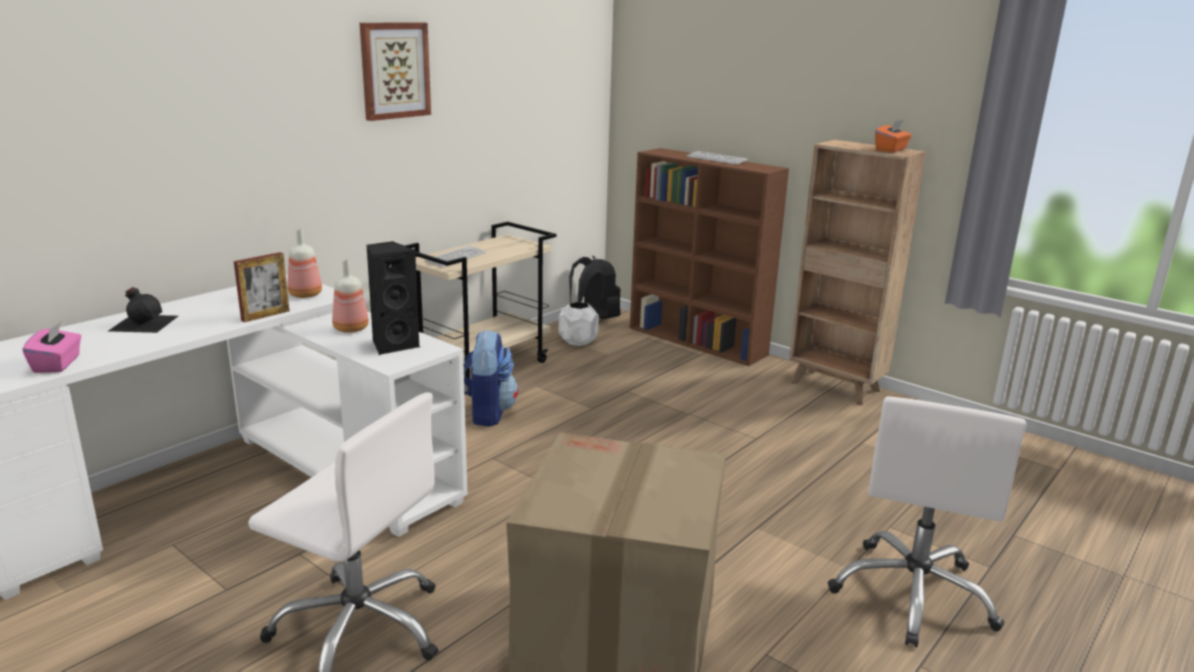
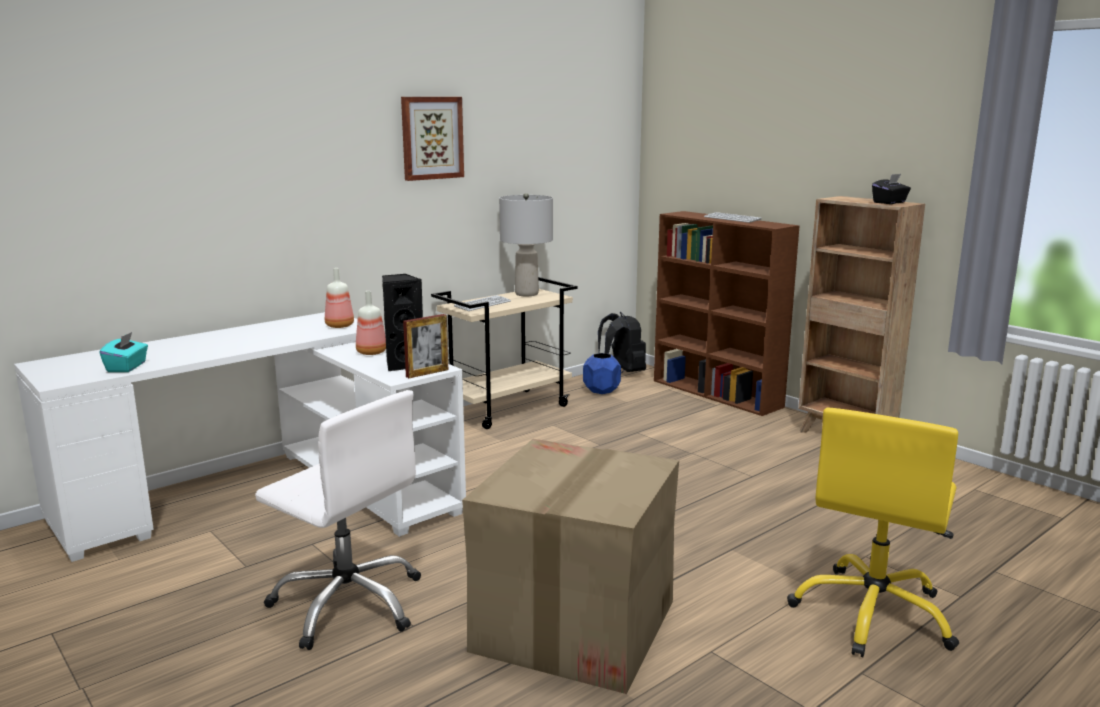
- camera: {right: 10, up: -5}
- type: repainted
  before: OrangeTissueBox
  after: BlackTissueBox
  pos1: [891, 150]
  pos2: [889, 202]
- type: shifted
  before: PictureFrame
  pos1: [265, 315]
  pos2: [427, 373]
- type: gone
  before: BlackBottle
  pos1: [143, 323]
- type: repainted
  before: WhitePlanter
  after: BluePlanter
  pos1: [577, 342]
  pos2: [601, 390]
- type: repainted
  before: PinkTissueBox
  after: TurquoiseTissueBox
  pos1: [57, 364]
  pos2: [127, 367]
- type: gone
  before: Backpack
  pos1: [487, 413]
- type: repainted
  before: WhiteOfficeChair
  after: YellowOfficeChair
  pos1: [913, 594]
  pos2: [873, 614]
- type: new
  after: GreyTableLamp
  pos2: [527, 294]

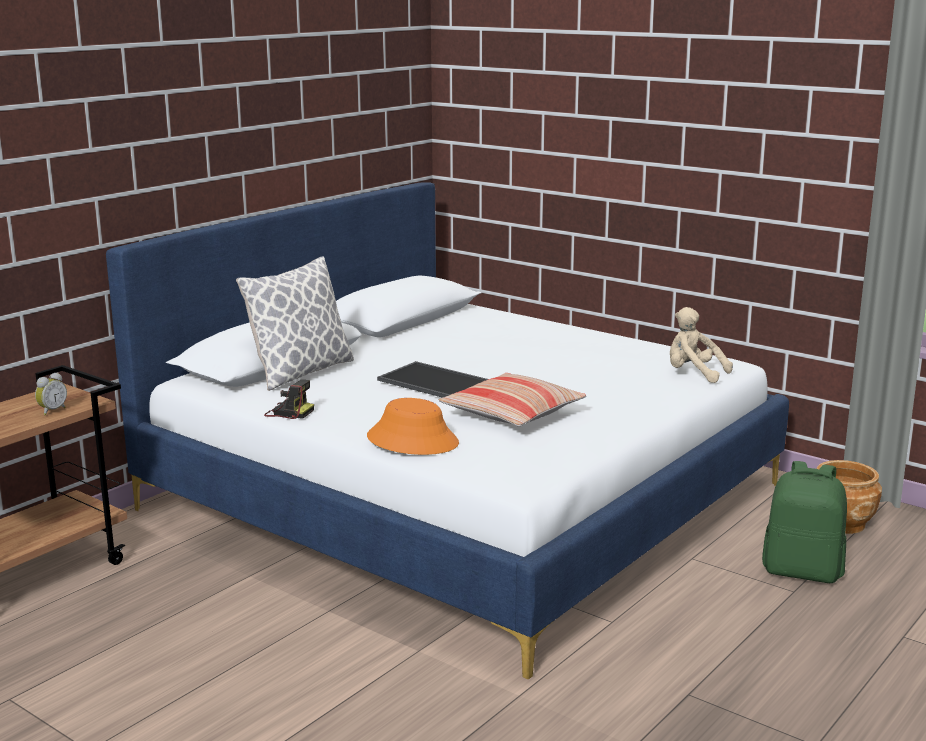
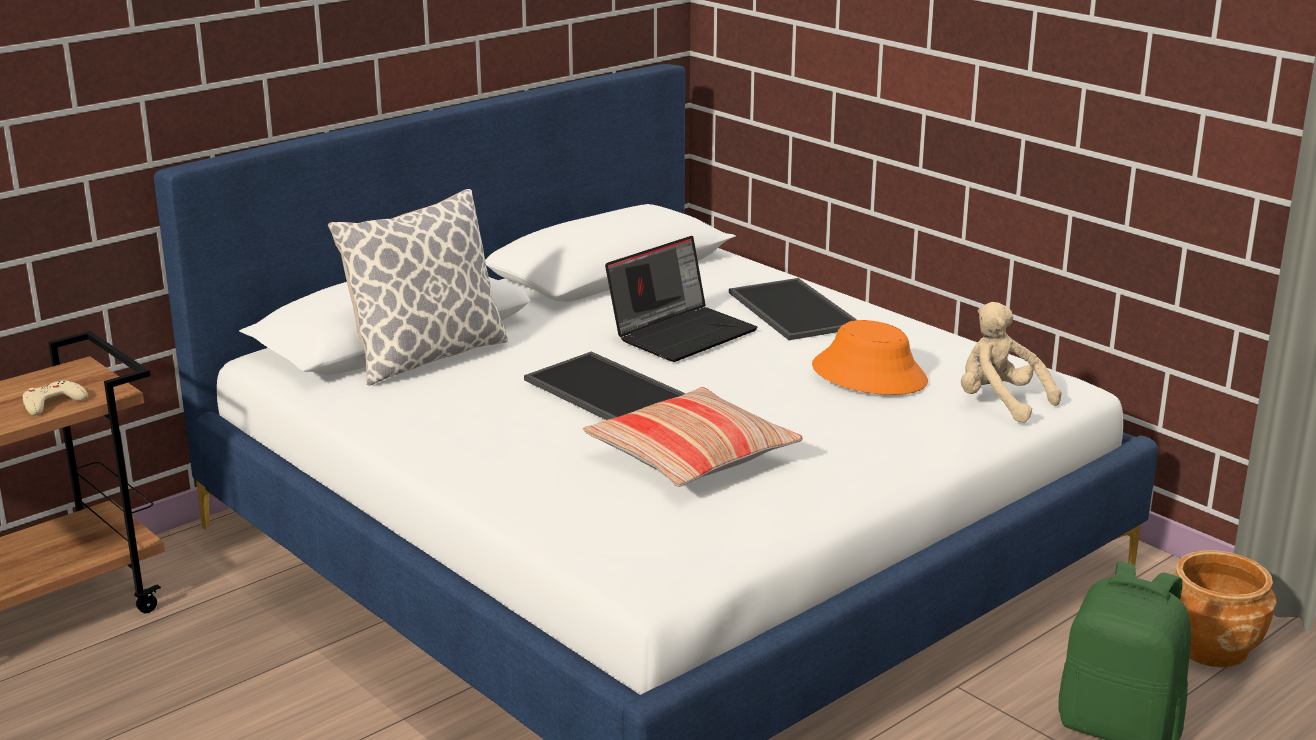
- camera: {right: 10, up: 5}
- type: swapped
  before: AlarmClock
  after: BeigeGameController
  pos1: [52, 411]
  pos2: [52, 403]
- type: gone
  before: PhotoCamera
  pos1: [288, 412]
- type: shifted
  before: OrangeHat
  pos1: [413, 440]
  pos2: [869, 374]
- type: new
  after: Laptop
  pos2: [682, 333]
- type: new
  after: Tray
  pos2: [790, 309]

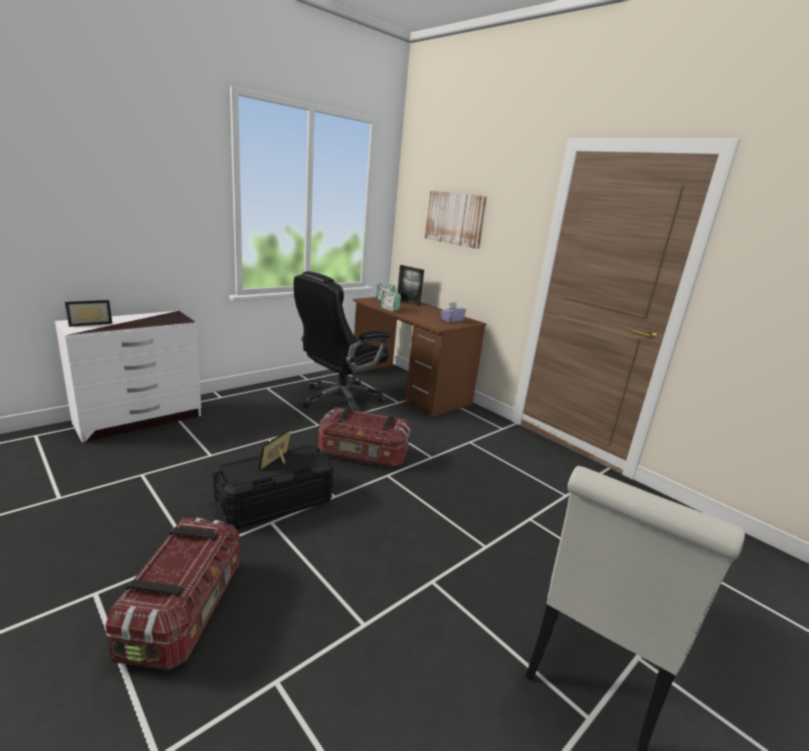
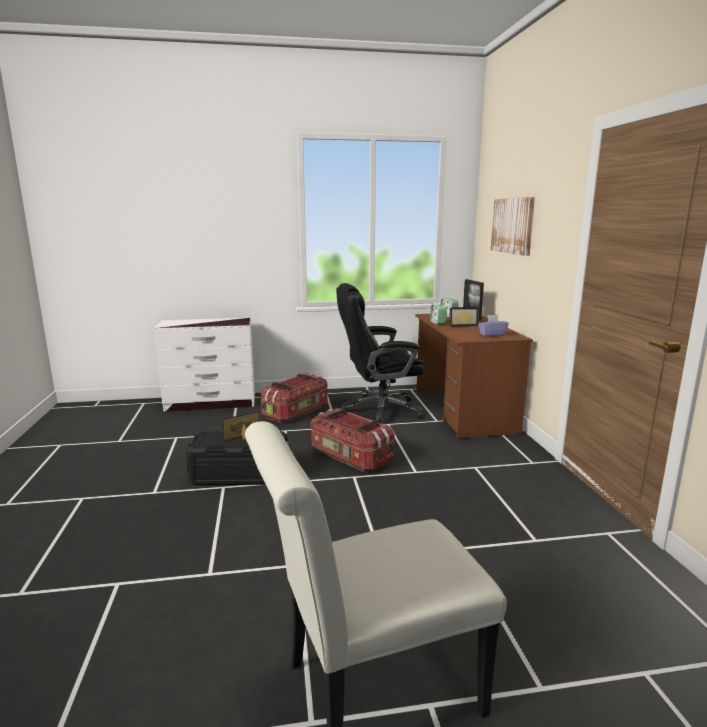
- camera: {right: 35, up: -5}
- type: shifted
  before: PictureFrame
  pos1: [90, 323]
  pos2: [462, 325]
- type: shifted
  before: StorageBox
  pos1: [185, 610]
  pos2: [297, 412]

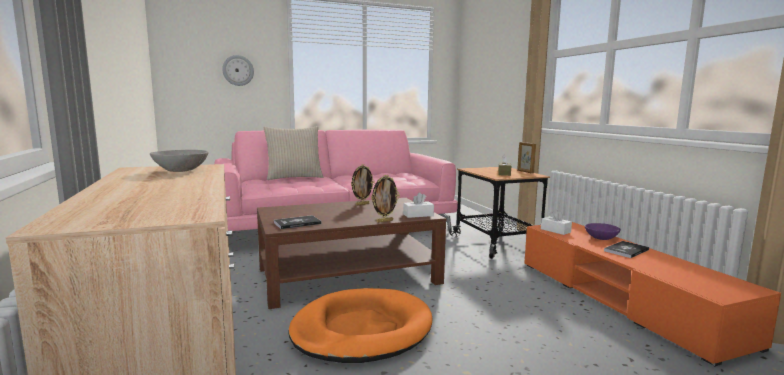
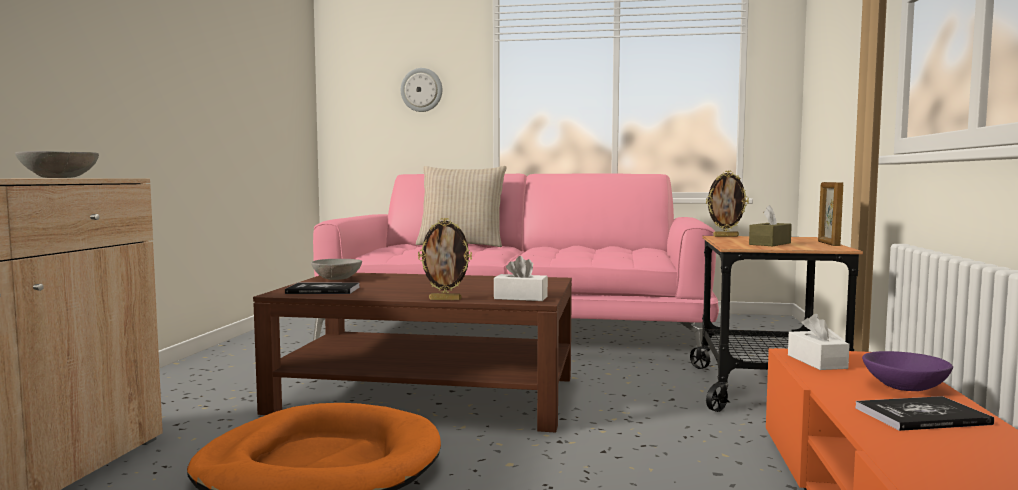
- camera: {right: 30, up: -5}
- type: shifted
  before: PictureFrame
  pos1: [362, 204]
  pos2: [725, 236]
- type: new
  after: GreyBowl
  pos2: [336, 279]

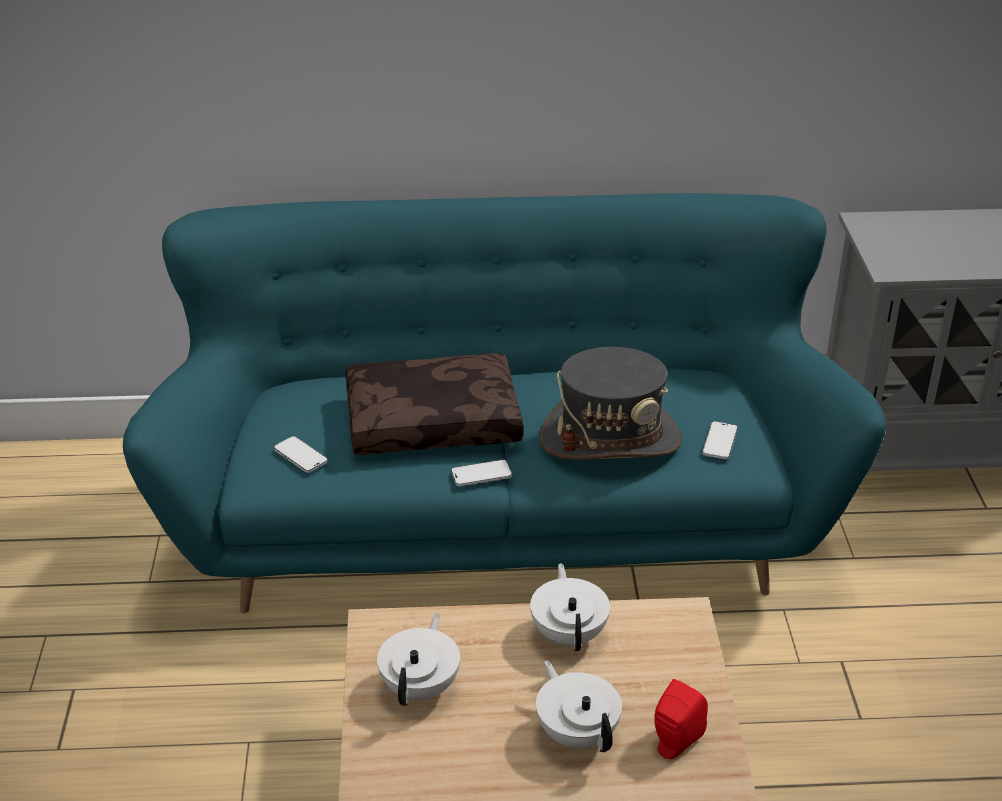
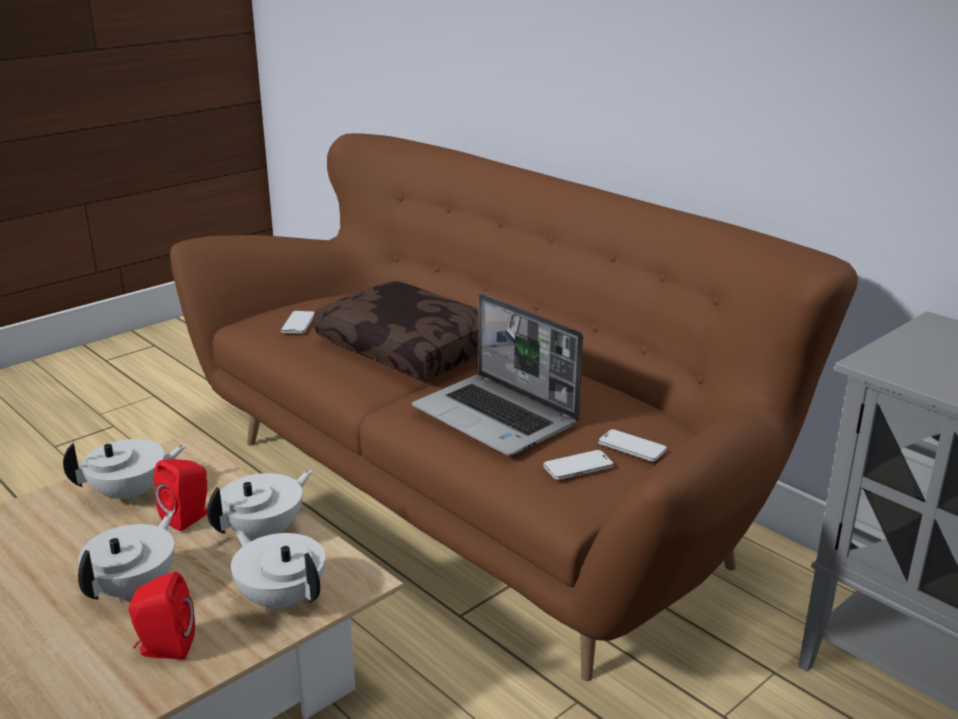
- camera: {right: 50, up: -10}
- type: repainted
  before: TurquoiseSofa
  after: BrownSofa
  pos1: [500, 523]
  pos2: [478, 495]
- type: swapped
  before: GreyHat
  after: Laptop
  pos1: [610, 439]
  pos2: [497, 417]
- type: shifted
  before: Phone
  pos1: [481, 475]
  pos2: [632, 447]
- type: new
  after: RedSpeaker
  pos2: [189, 517]
- type: new
  after: WhiteTeapot
  pos2: [282, 598]

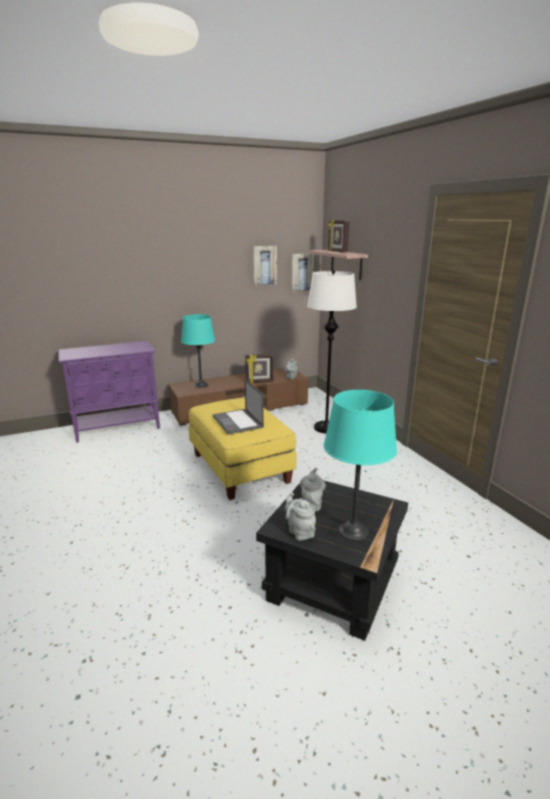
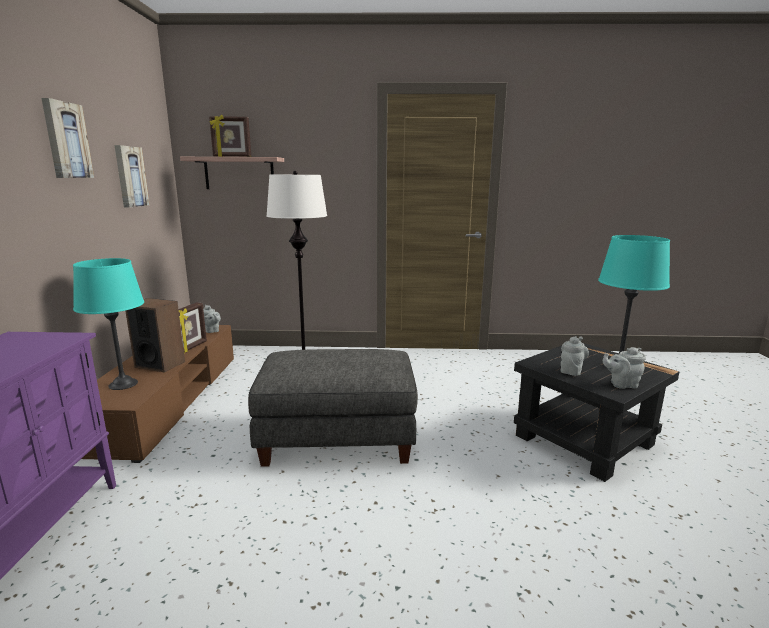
- camera: {right: -65, up: -5}
- type: shifted
  before: Picture
  pos1: [301, 272]
  pos2: [66, 140]
- type: gone
  before: Laptop
  pos1: [238, 422]
- type: repainted
  before: YellowOttoman
  after: GreyOttoman
  pos1: [241, 468]
  pos2: [338, 438]
- type: rotated
  before: GreyTeapot
  pos1: [312, 503]
  pos2: [571, 370]
  turn: 90
- type: new
  after: Speaker
  pos2: [160, 364]

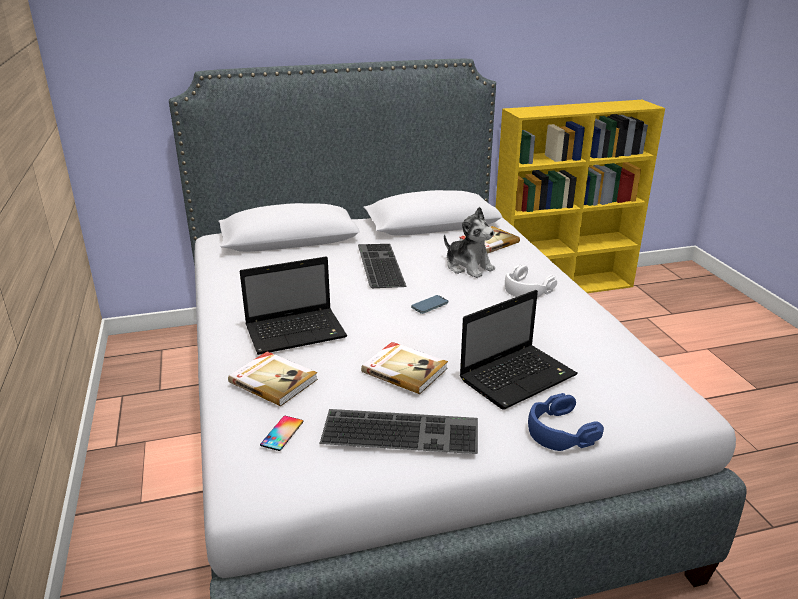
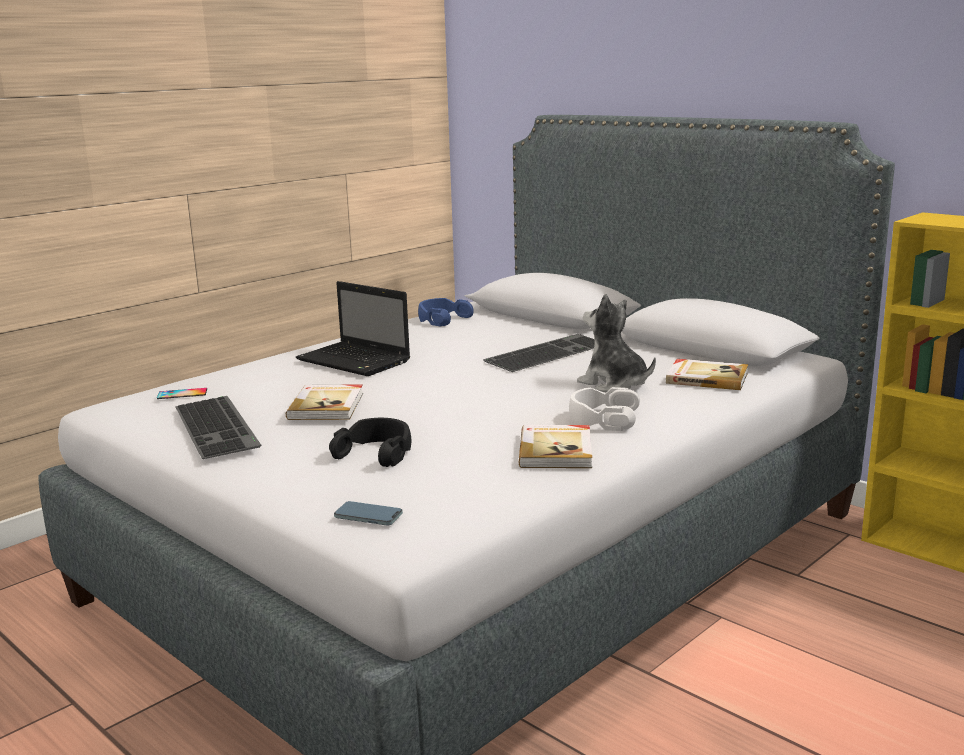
- camera: {right: 60, up: -10}
- type: rotated
  before: PlushToy
  pos1: [468, 267]
  pos2: [614, 384]
  turn: 120
- type: swapped
  before: Laptop
  after: BlackHeadphones
  pos1: [519, 376]
  pos2: [376, 453]
- type: shifted
  before: Phone
  pos1: [429, 306]
  pos2: [368, 517]
- type: shifted
  before: Book
  pos1: [273, 380]
  pos2: [557, 450]
- type: shifted
  before: BlueHeadphones
  pos1: [559, 431]
  pos2: [442, 319]

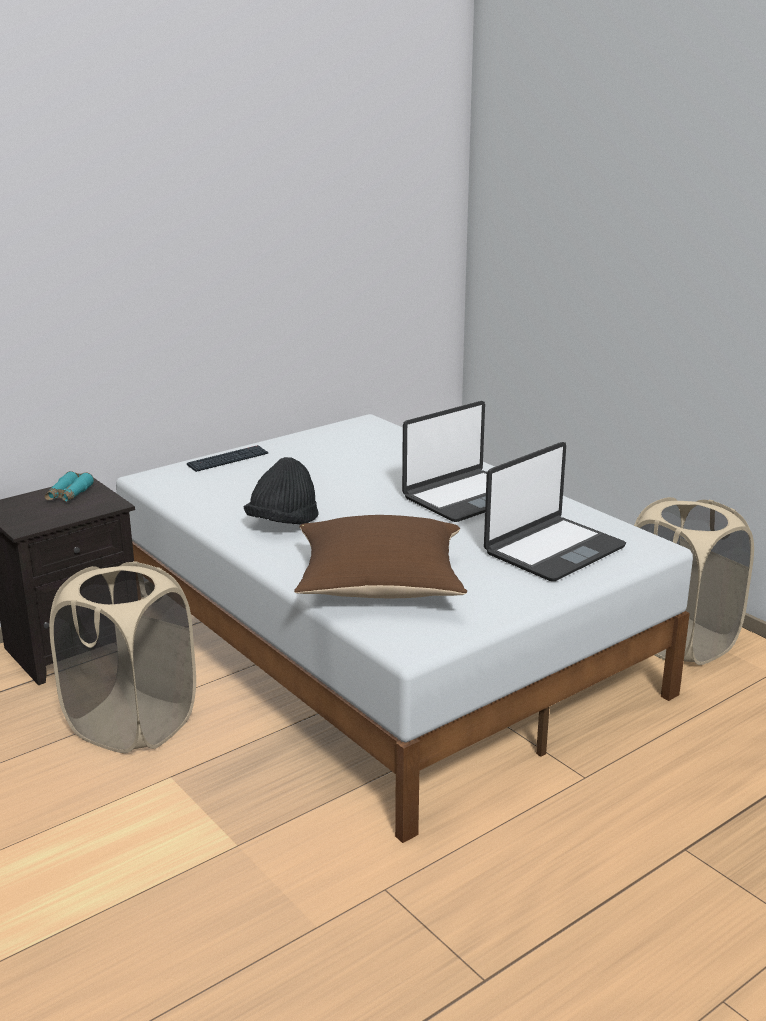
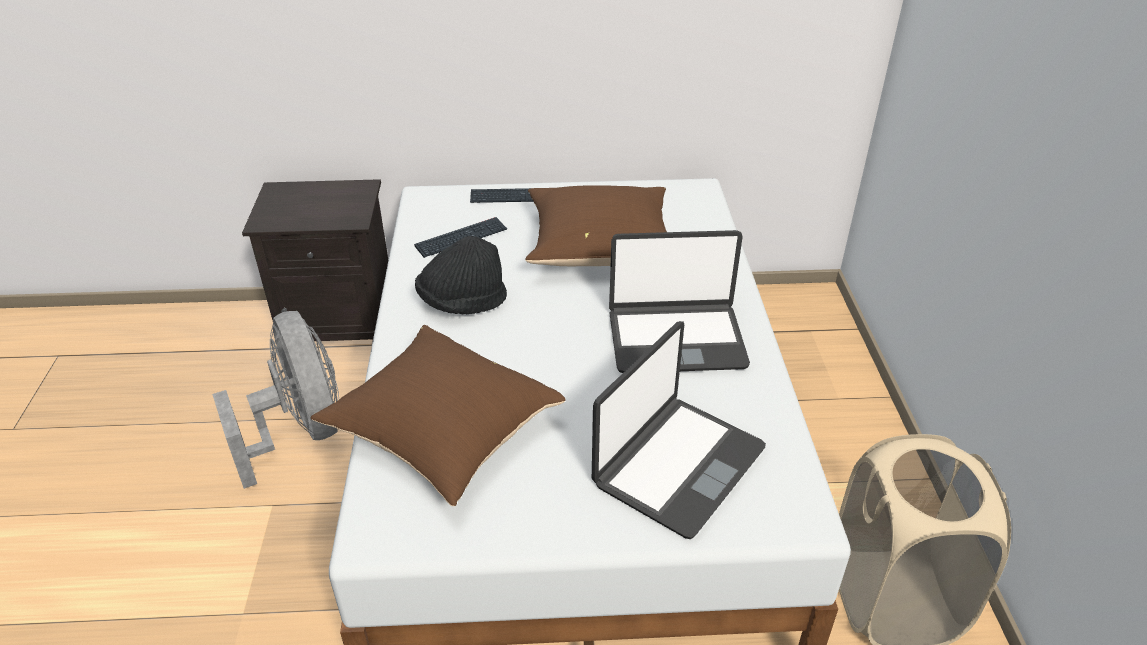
- camera: {right: 35, up: 15}
- type: rotated
  before: Laptop
  pos1: [553, 550]
  pos2: [677, 465]
  turn: -45
- type: gone
  before: TurquoiseBinoculars
  pos1: [69, 494]
- type: swapped
  before: BeigeLaundryBasket
  after: GreyFan
  pos1: [131, 724]
  pos2: [301, 431]
- type: new
  after: BrownPillow
  pos2: [602, 248]
- type: new
  after: Keyboard
  pos2: [461, 238]

